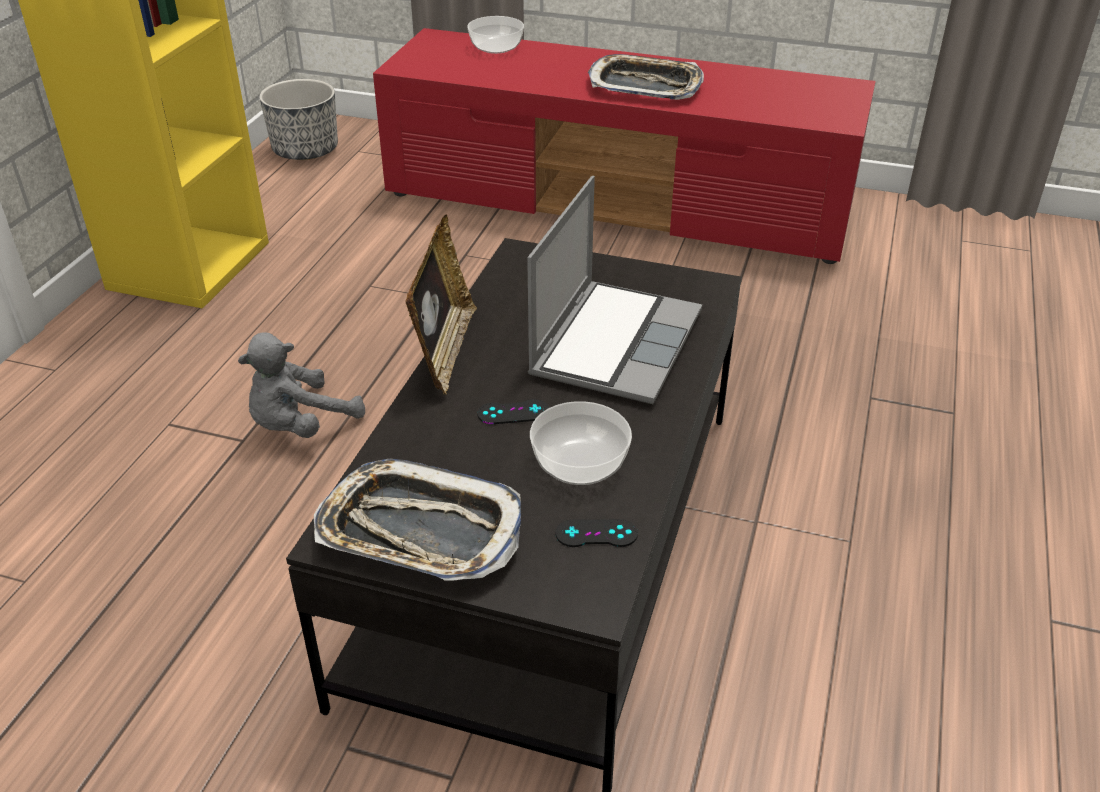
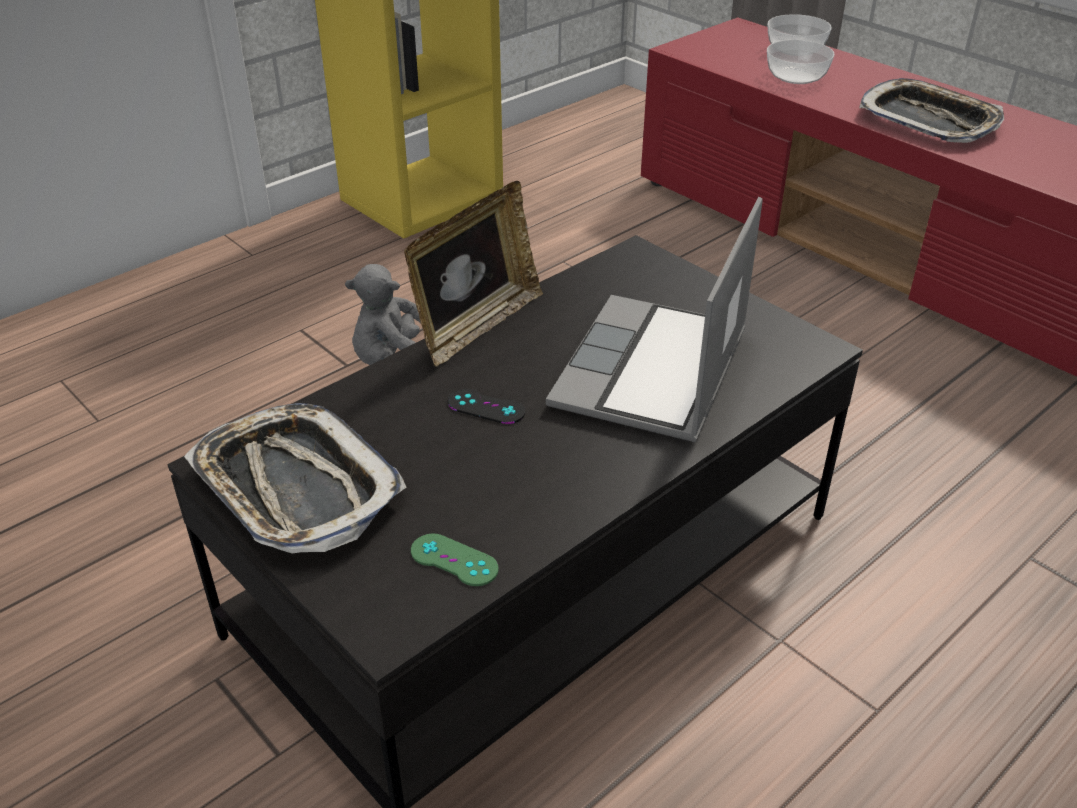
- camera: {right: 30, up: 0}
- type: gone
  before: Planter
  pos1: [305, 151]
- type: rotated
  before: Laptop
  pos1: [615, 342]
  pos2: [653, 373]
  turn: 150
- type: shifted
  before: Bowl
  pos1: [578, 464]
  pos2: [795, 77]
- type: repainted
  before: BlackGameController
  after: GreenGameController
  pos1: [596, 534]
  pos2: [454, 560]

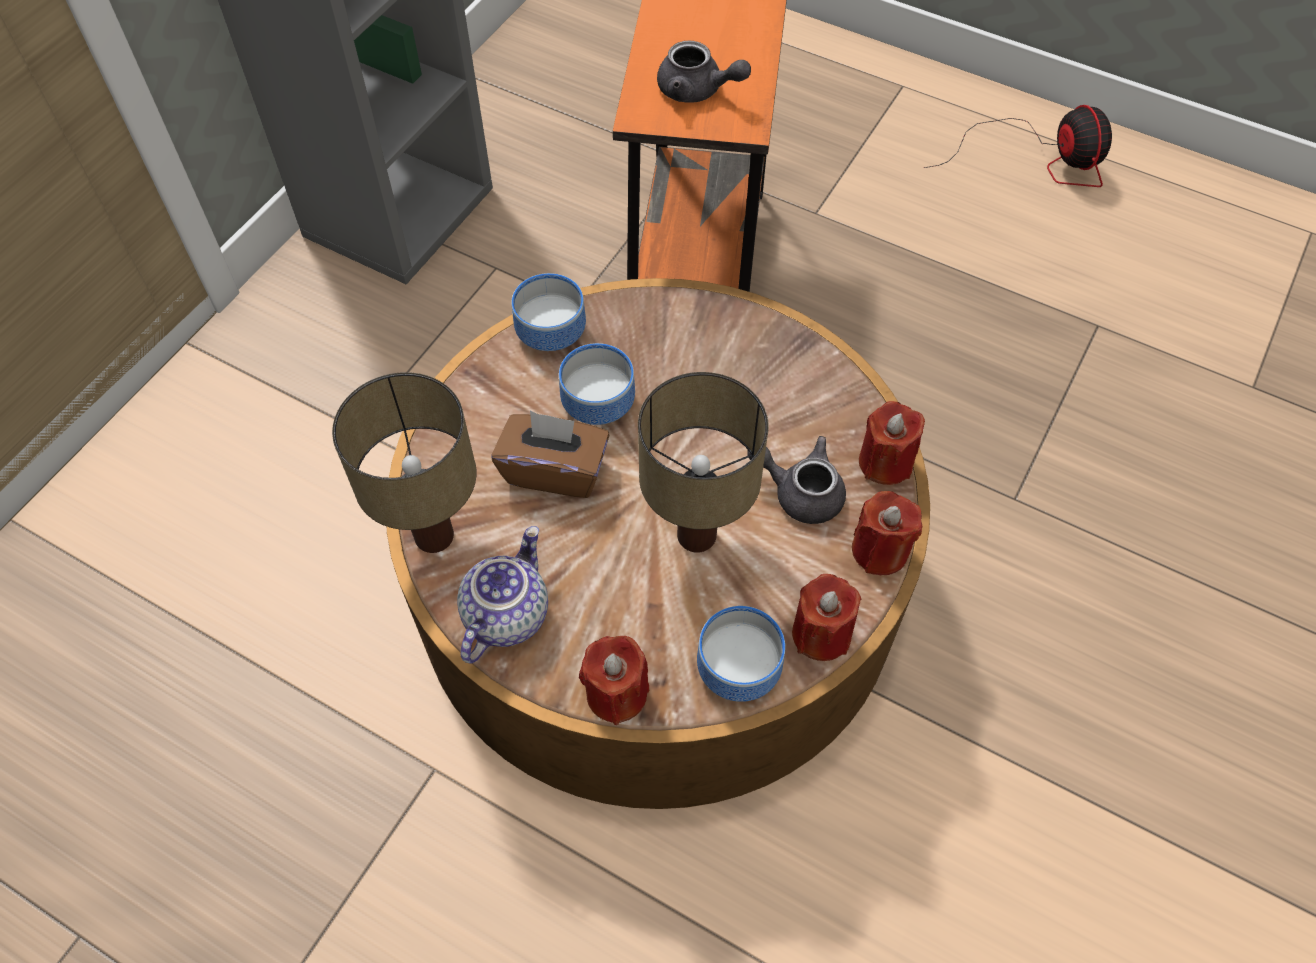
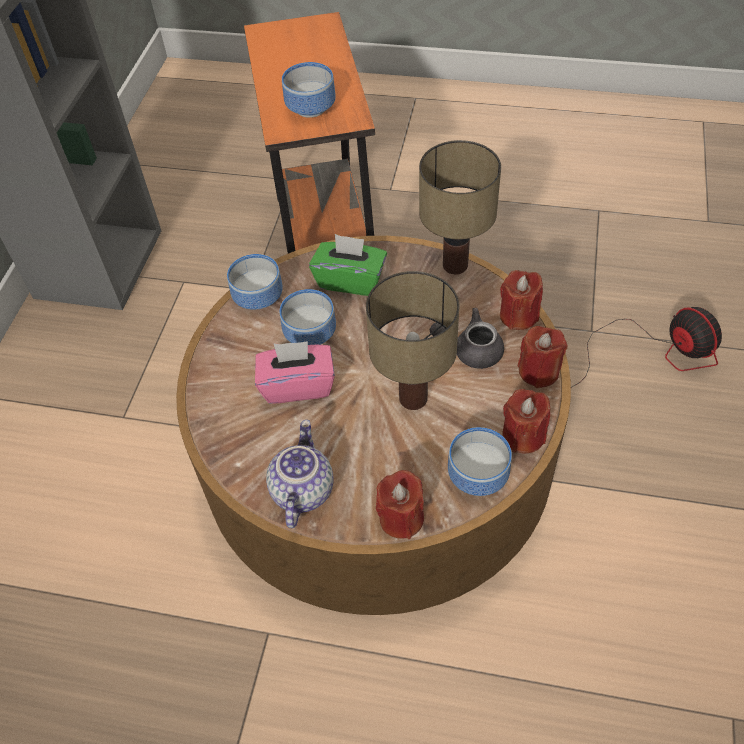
- camera: {right: -15, up: -5}
- type: swapped
  before: GreyTeapot
  after: Bowl
  pos1: [697, 91]
  pos2: [312, 107]
- type: shifted
  before: Fan
  pos1: [1040, 160]
  pos2: [657, 352]
- type: shifted
  before: TableLamp
  pos1: [436, 536]
  pos2: [456, 265]
- type: repainted
  before: BrownTissueBox
  after: PinkTissueBox
  pos1: [555, 470]
  pos2: [297, 385]
- type: new
  after: GreenTissueBox
  pos2: [350, 280]

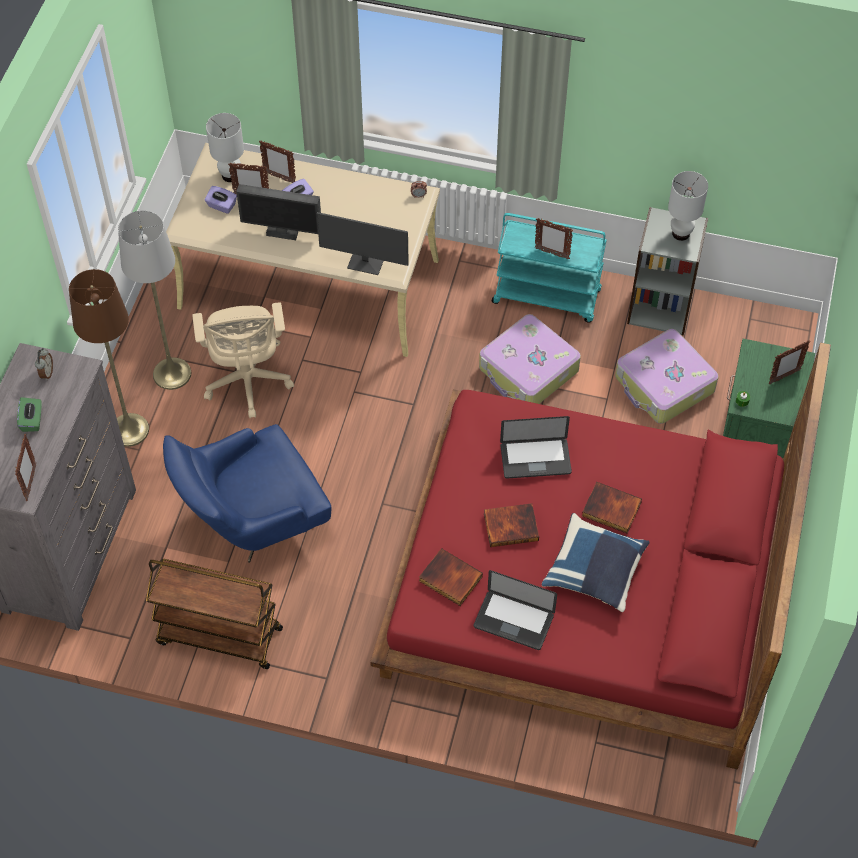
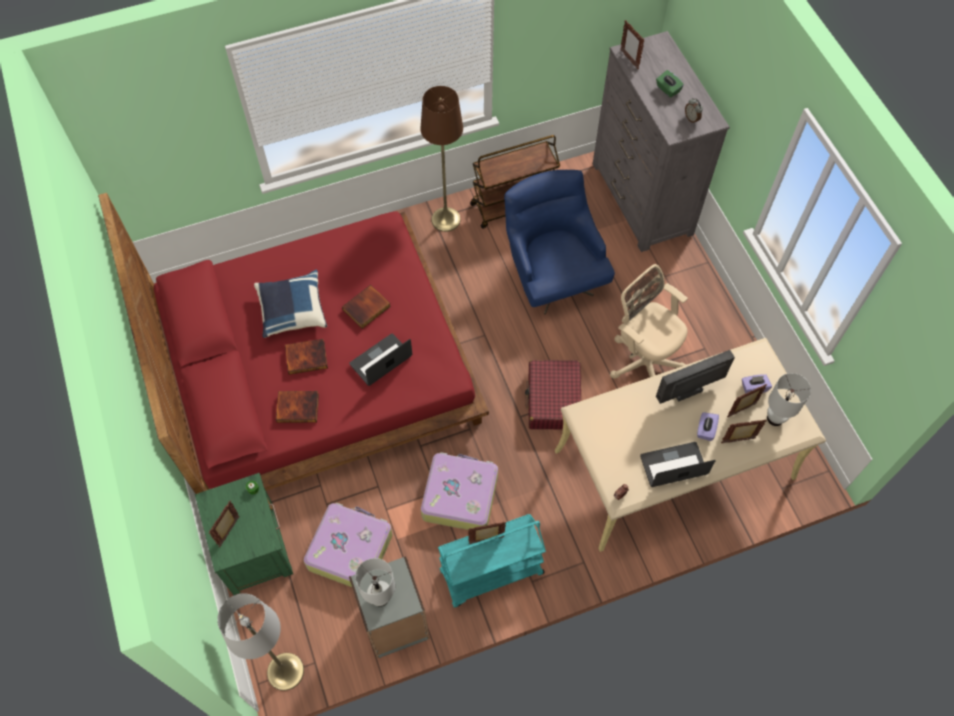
- camera: {right: 145, up: 5}
- type: shifted
  before: GreyFloorLamp
  pos1: [172, 373]
  pos2: [285, 671]
- type: gone
  before: Monitor
  pos1: [366, 263]
- type: shifted
  before: BrownFloorLamp
  pos1: [129, 430]
  pos2: [446, 219]
- type: rotated
  before: BlueArmchair
  pos1: [253, 524]
  pos2: [552, 274]
  turn: -45
- type: shifted
  before: Book
  pos1: [449, 579]
  pos2: [298, 407]
- type: shifted
  before: Laptop
  pos1: [513, 621]
  pos2: [673, 465]
- type: new
  after: RedSuitcase
  pos2: [553, 400]

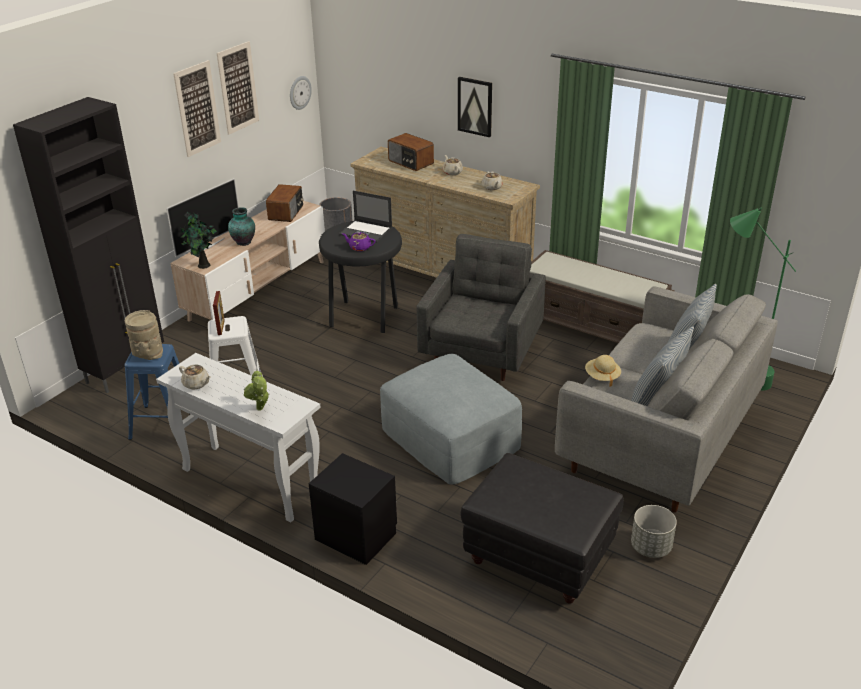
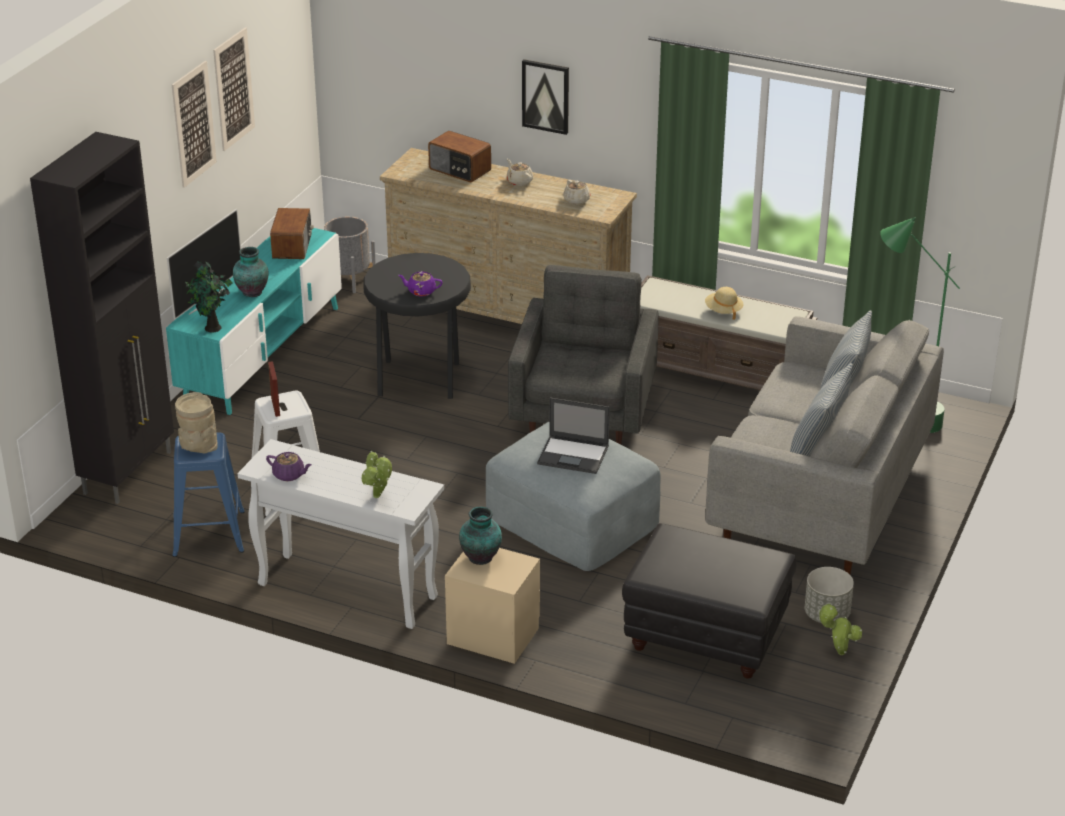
- camera: {right: -10, up: 0}
- type: gone
  before: WallClock
  pos1: [299, 92]
- type: shifted
  before: Laptop
  pos1: [366, 231]
  pos2: [574, 455]
- type: repainted
  before: BeigeTvStand
  after: TurquoiseTvStand
  pos1: [258, 290]
  pos2: [262, 353]
- type: shifted
  before: BeigeHat
  pos1: [602, 376]
  pos2: [723, 311]
- type: repainted
  before: BeigeTeapot
  after: PurpleTeapot
  pos1: [196, 384]
  pos2: [289, 475]
- type: repainted
  before: BlackNightstand
  after: BeigeNightstand
  pos1: [357, 535]
  pos2: [494, 634]
- type: new
  after: Vase
  pos2: [481, 558]
- type: new
  after: PottedPlant
  pos2: [838, 652]

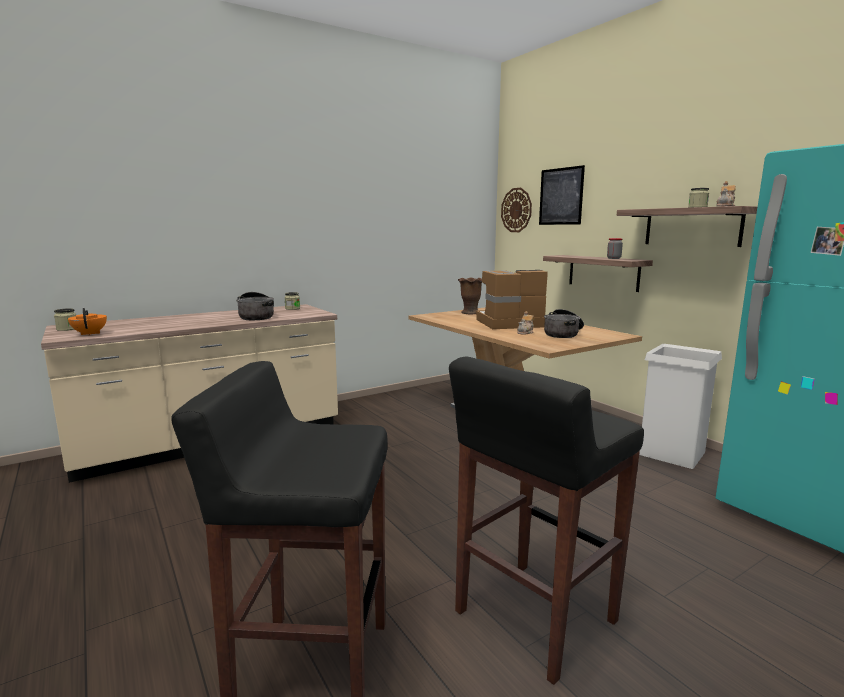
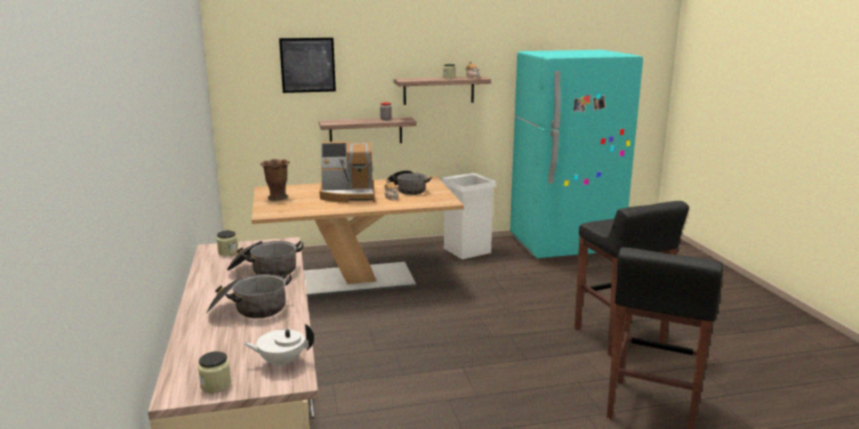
- camera: {right: -70, up: 5}
- type: gone
  before: WallClock
  pos1: [516, 210]
- type: rotated
  before: CoffeeMachine
  pos1: [509, 323]
  pos2: [348, 195]
  turn: -105
- type: repainted
  before: OrangeTeapot
  after: WhiteTeapot
  pos1: [90, 334]
  pos2: [281, 362]
- type: new
  after: CookingPot
  pos2: [249, 309]

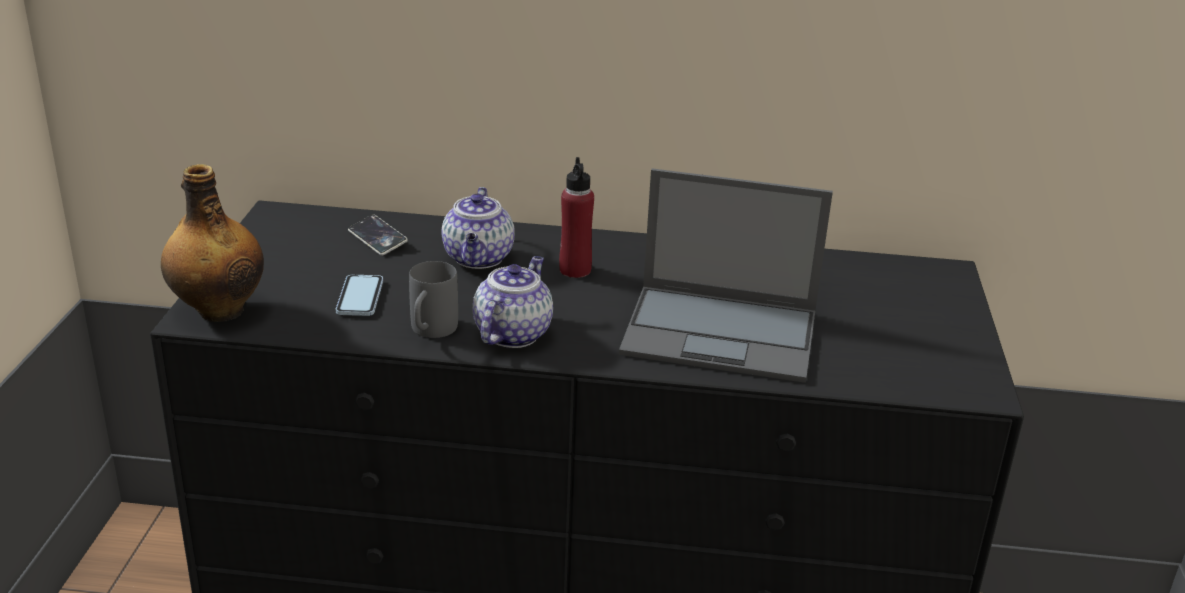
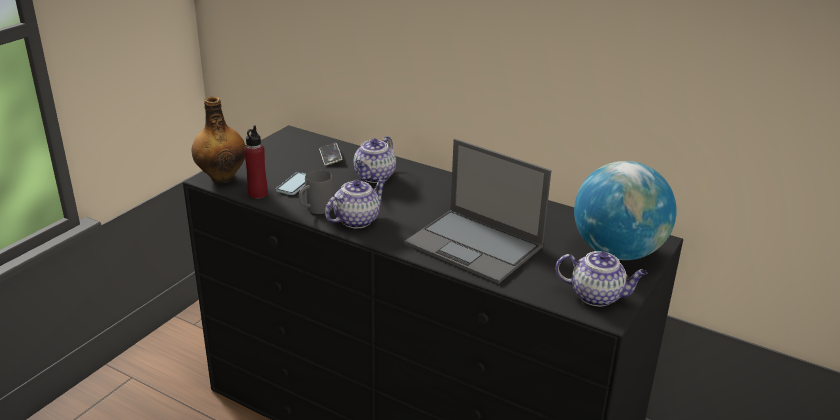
- camera: {right: 25, up: 0}
- type: shifted
  before: RedBottle
  pos1: [575, 270]
  pos2: [257, 194]
- type: new
  after: Globe
  pos2: [617, 252]
- type: new
  after: Teapot
  pos2: [597, 296]

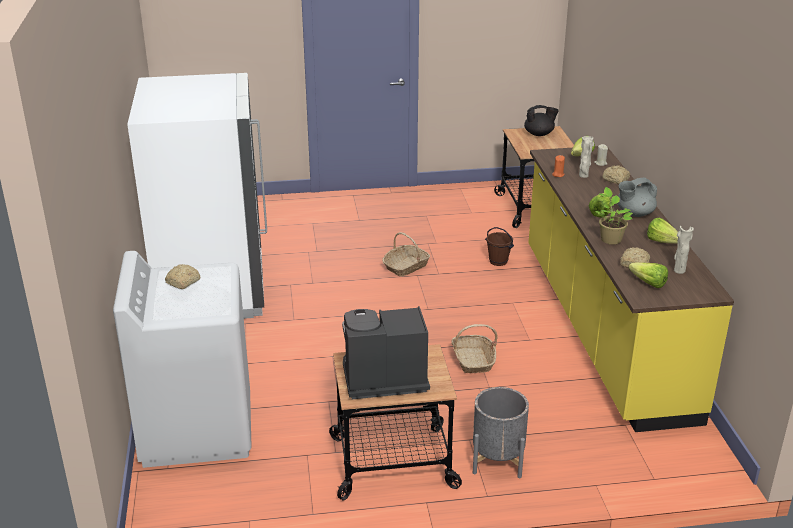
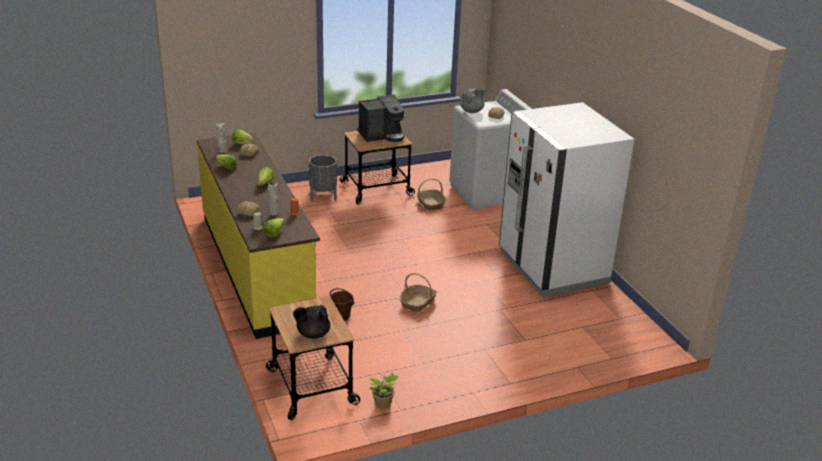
- camera: {right: 165, up: 0}
- type: shifted
  before: GreyTeapot
  pos1: [634, 213]
  pos2: [472, 111]
- type: shifted
  before: PottedPlant
  pos1: [610, 239]
  pos2: [383, 404]
- type: shifted
  before: Basket
  pos1: [473, 360]
  pos2: [430, 203]

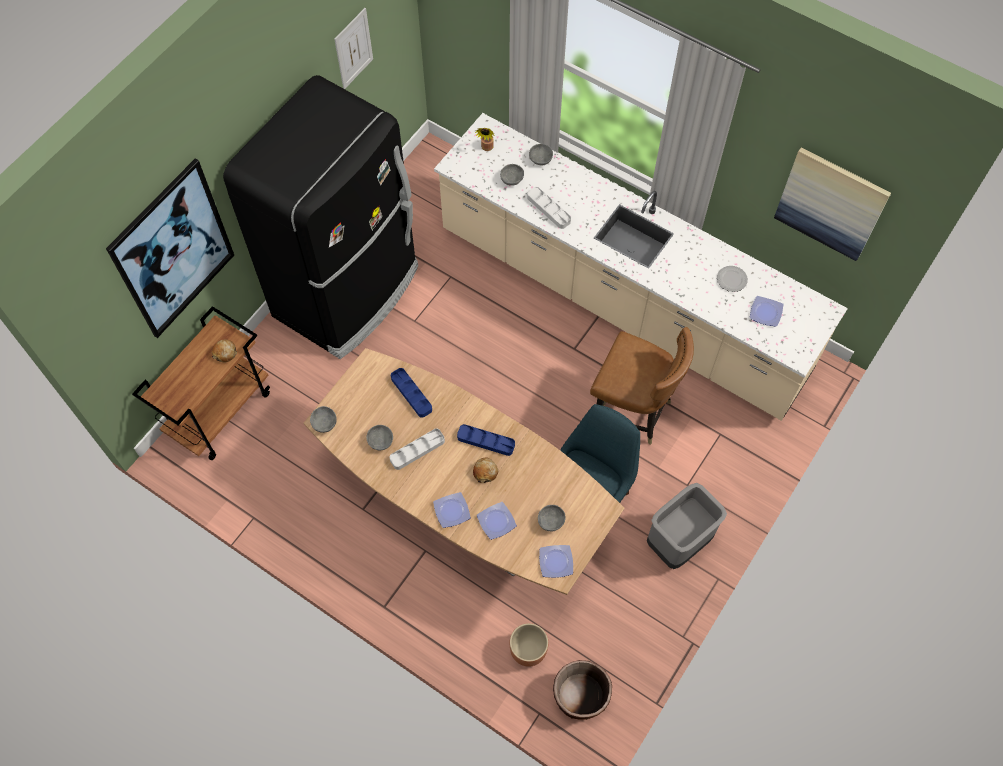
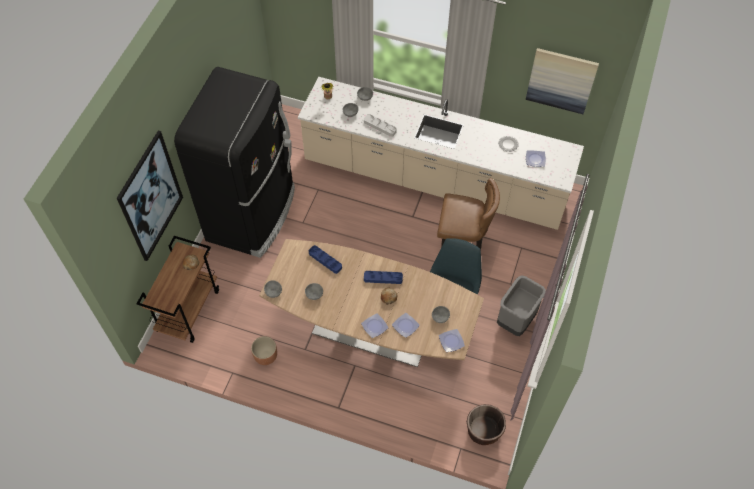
- camera: {right: -15, up: -5}
- type: gone
  before: Picture
  pos1: [353, 48]
- type: gone
  before: GreyTray
  pos1: [417, 450]
- type: shifted
  before: BrownPlanter
  pos1: [527, 650]
  pos2: [265, 356]

